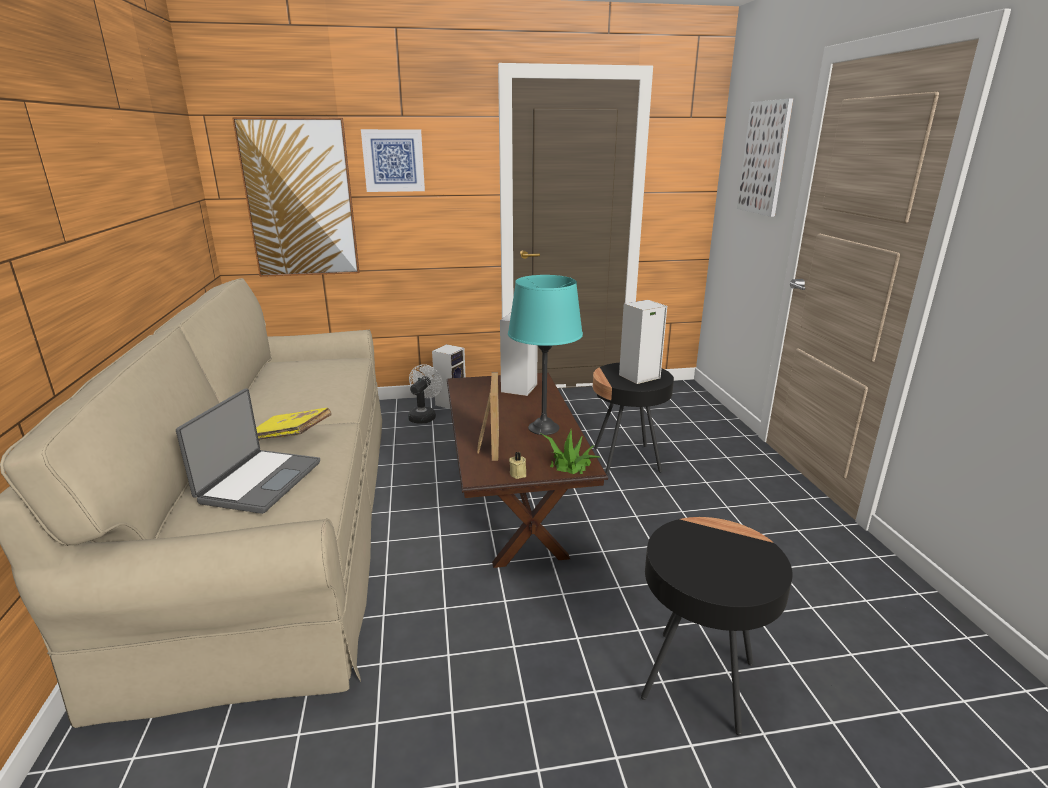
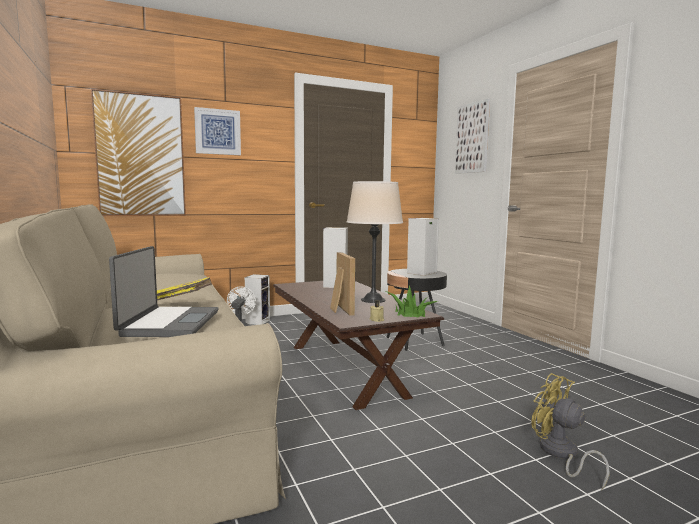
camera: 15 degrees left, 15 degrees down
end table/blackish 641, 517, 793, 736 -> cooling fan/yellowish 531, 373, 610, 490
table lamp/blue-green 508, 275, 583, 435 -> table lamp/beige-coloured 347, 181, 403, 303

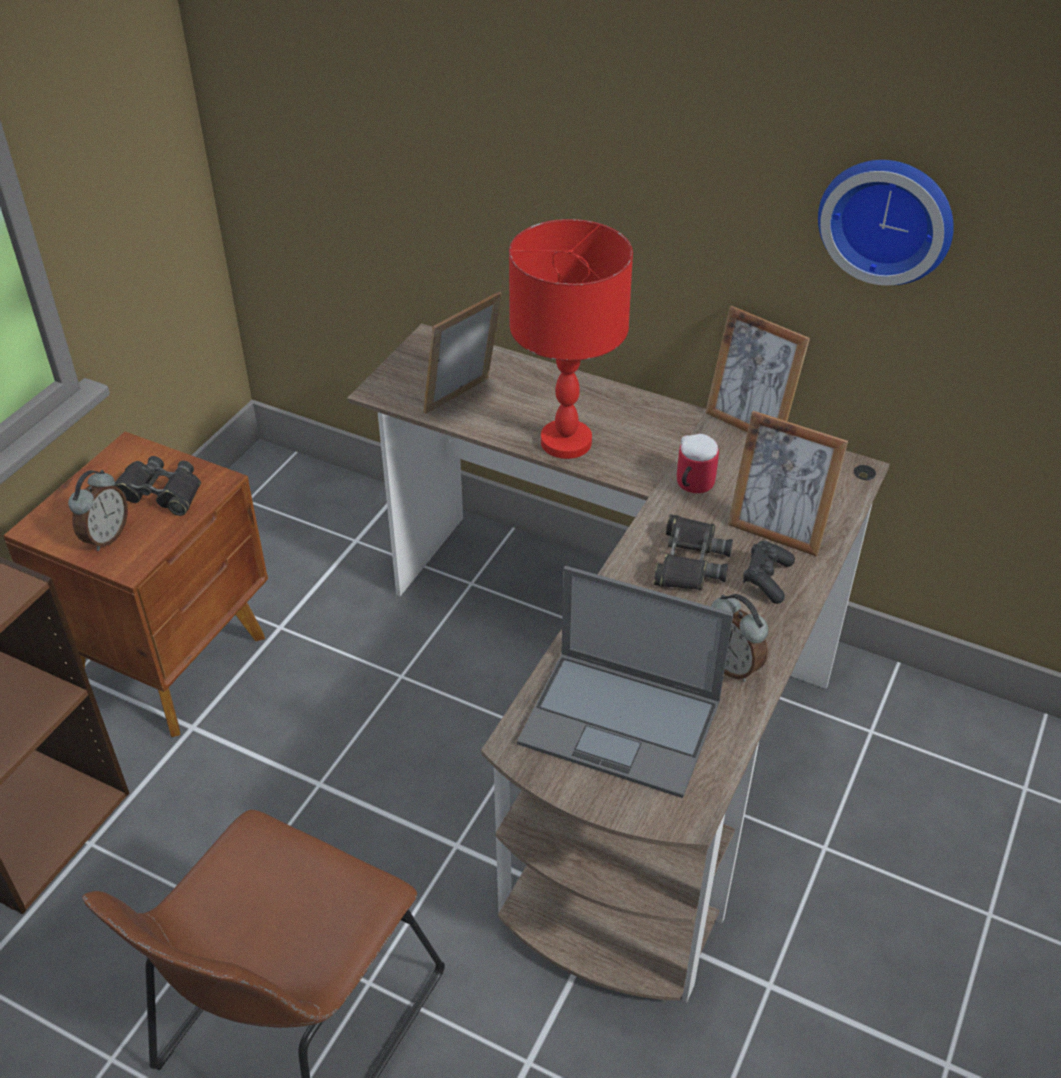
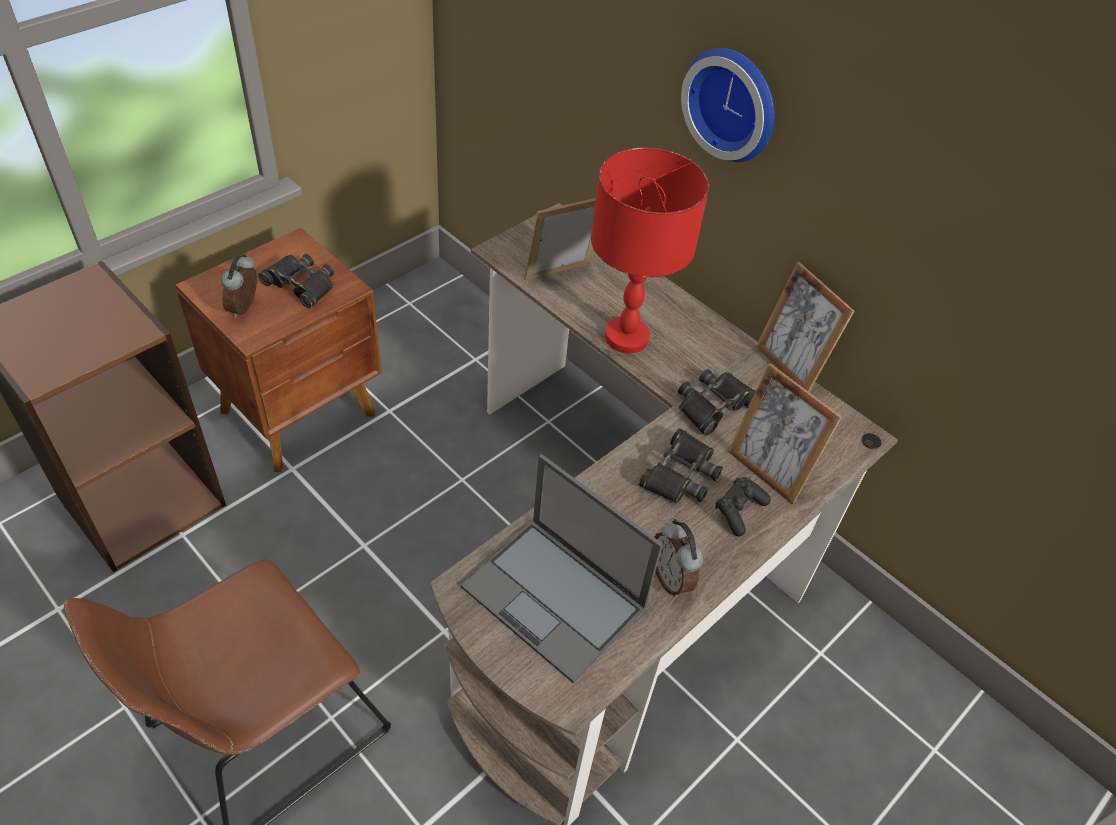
camera: 15 degrees right, 5 degrees up
wall clock 818, 160, 954, 285 -> wall clock 681, 48, 775, 162, move
mug 677, 434, 719, 493 -> field glasses/blackish 678, 369, 756, 436
alarm clock 68, 470, 128, 551 -> alarm clock 221, 254, 257, 318, 150 degrees clockwise

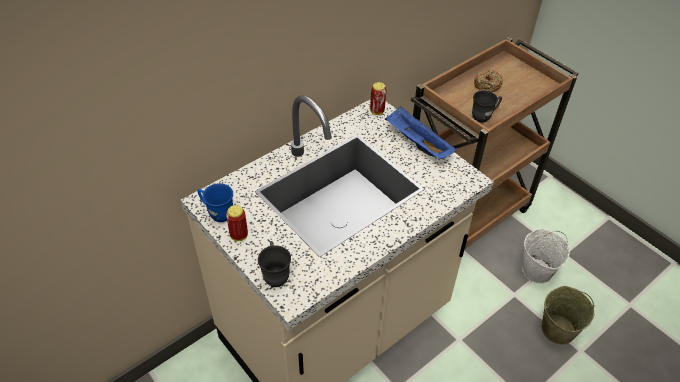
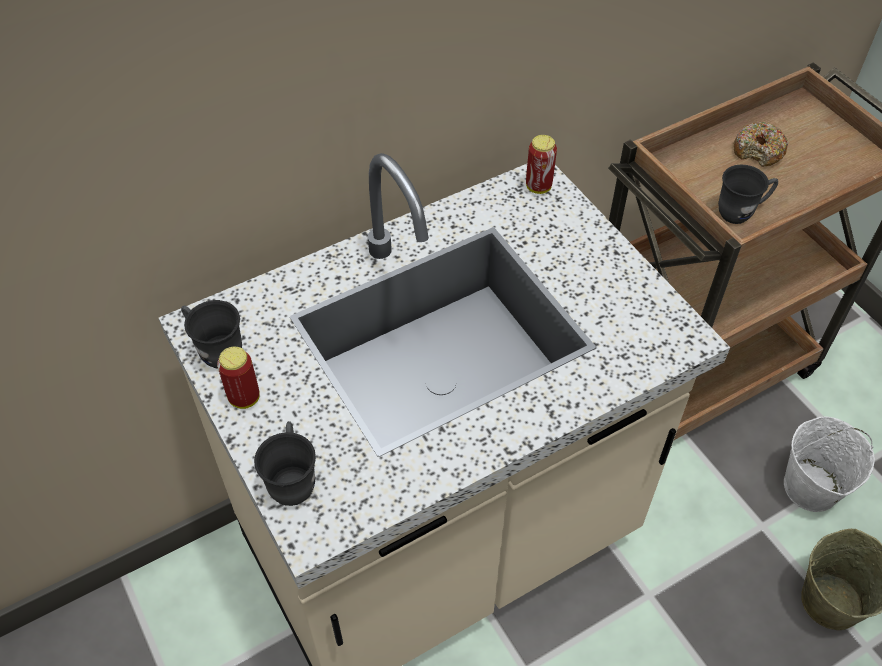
camera: 10 degrees right, 5 degrees up
tray/bluish 385, 106, 457, 159 -> none
mug/bluish 197, 183, 233, 222 -> mug/grey 181, 300, 242, 369

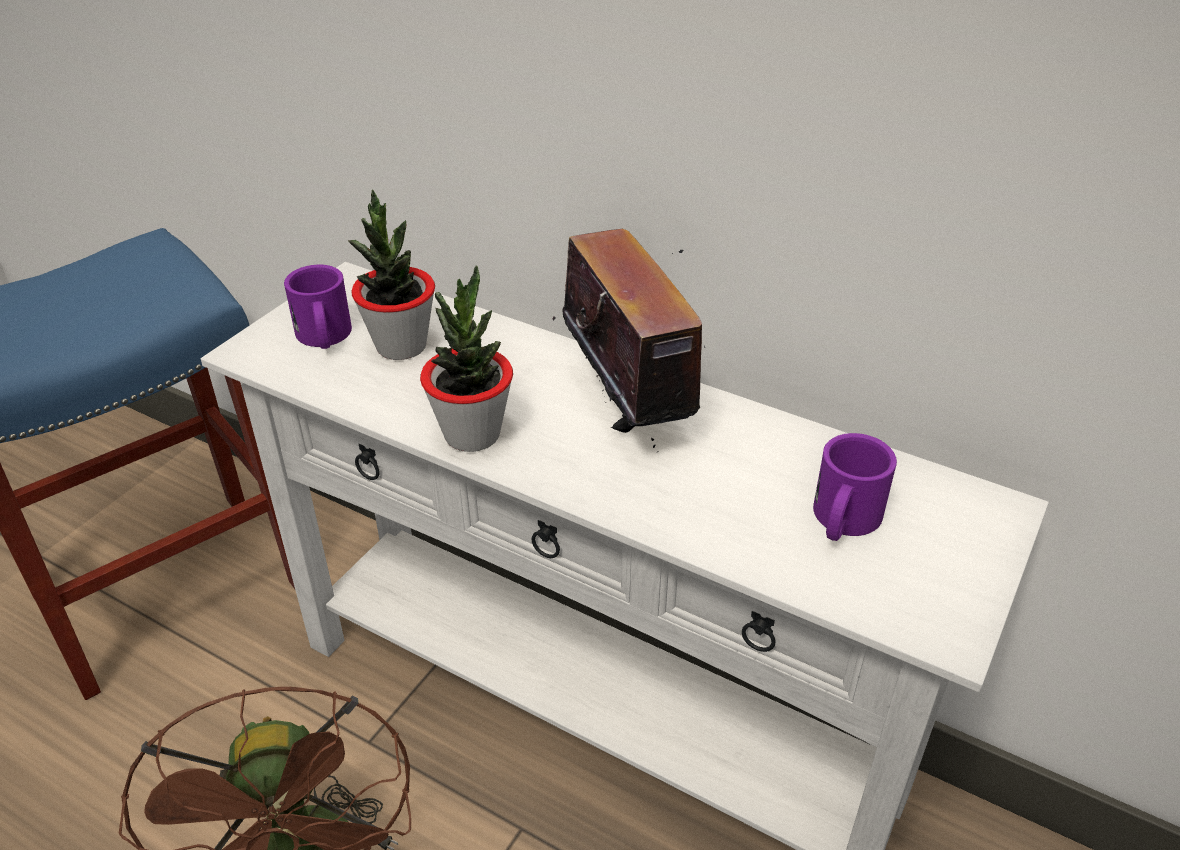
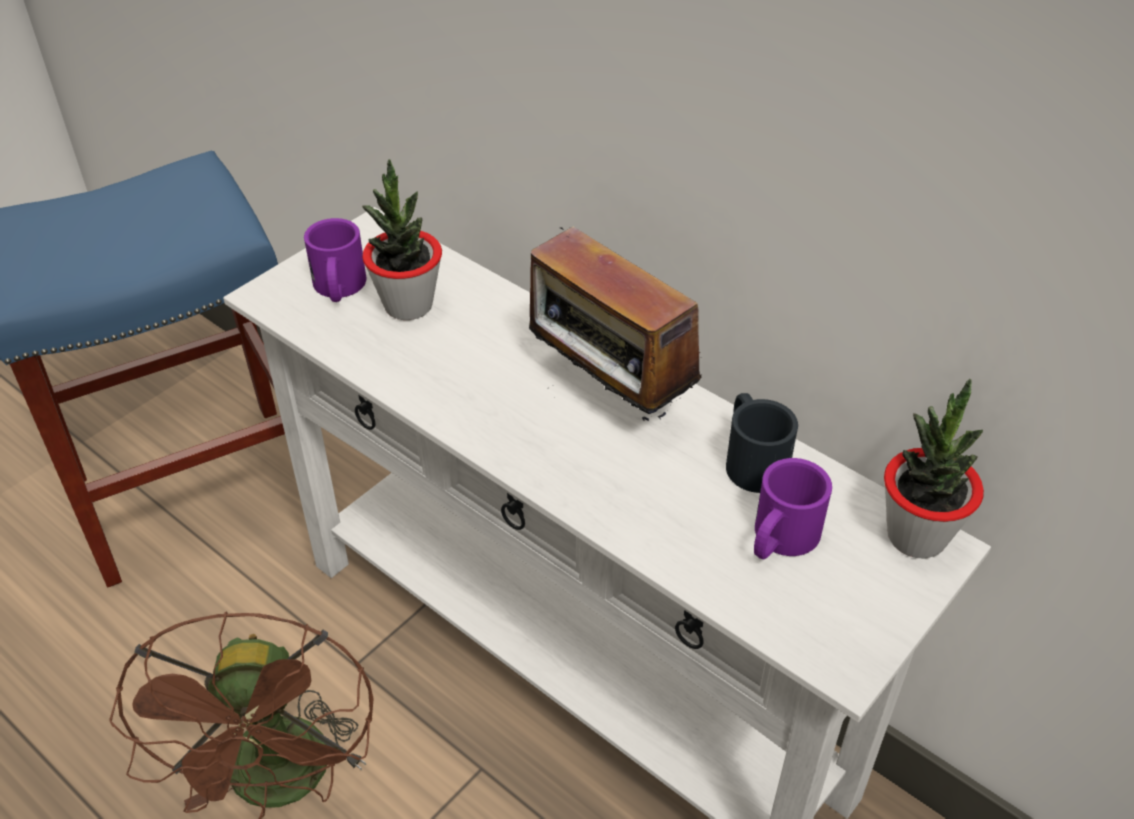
camera: 10 degrees right, 5 degrees up
none -> mug/blackish 726, 393, 798, 493
plant in a pot 420, 265, 513, 452 -> plant in a pot 884, 379, 984, 559, move
radio set 552, 229, 705, 453 -> radio set 529, 227, 702, 425, 150 degrees clockwise

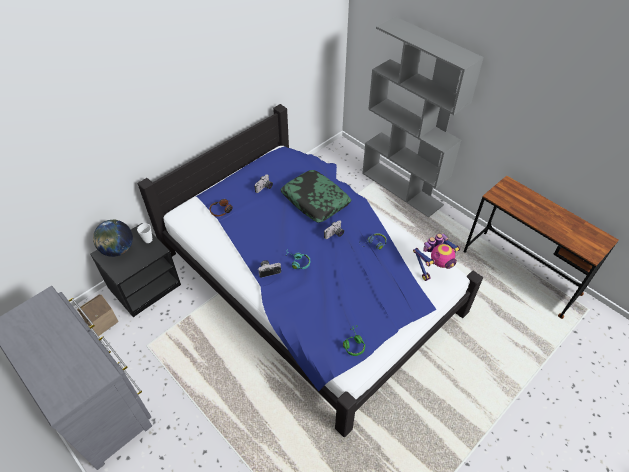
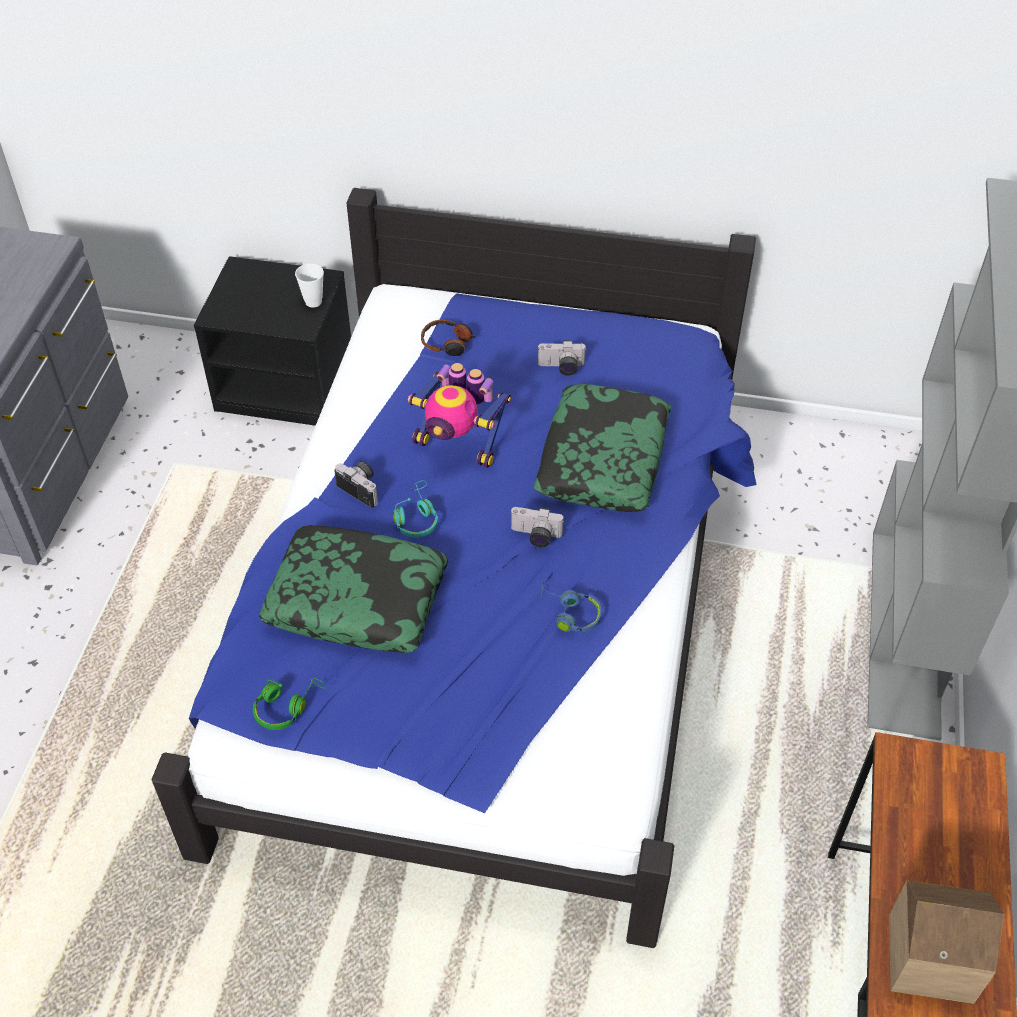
camera: 55 degrees right, 0 degrees up
globe 93, 220, 133, 257 -> none
none -> throw pillow 259, 525, 448, 653
miniature house 77, 295, 119, 336 -> miniature house 889, 880, 1004, 1004, move
robot figure 413, 234, 460, 281 -> robot figure 408, 363, 511, 468, move

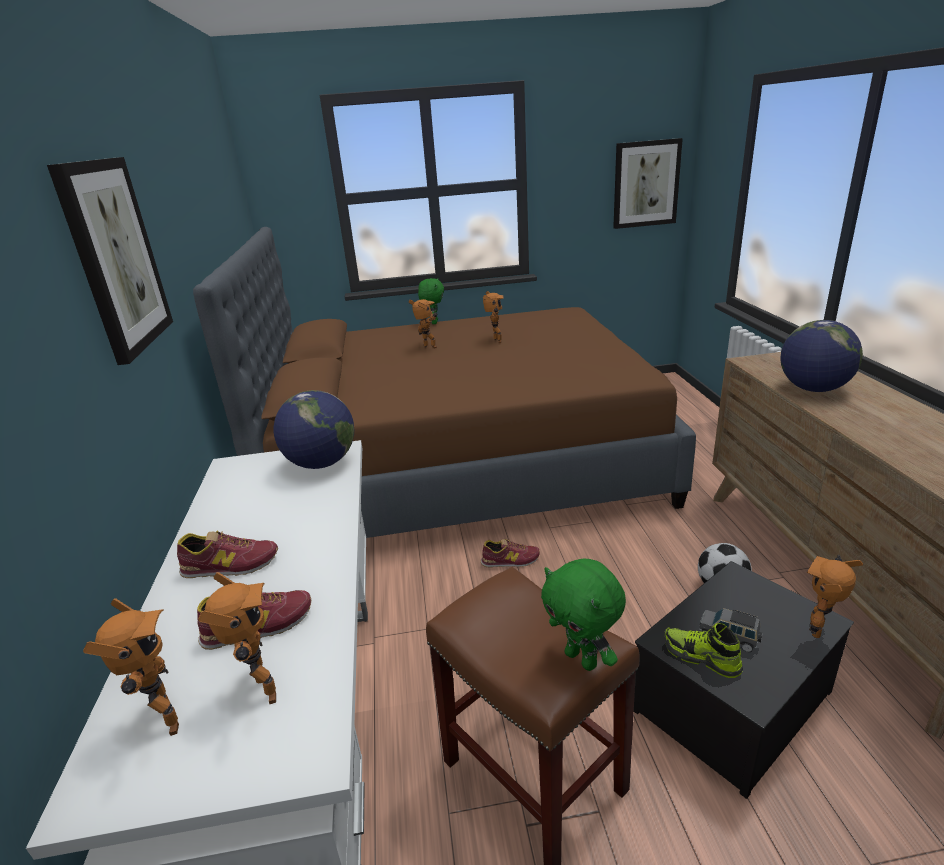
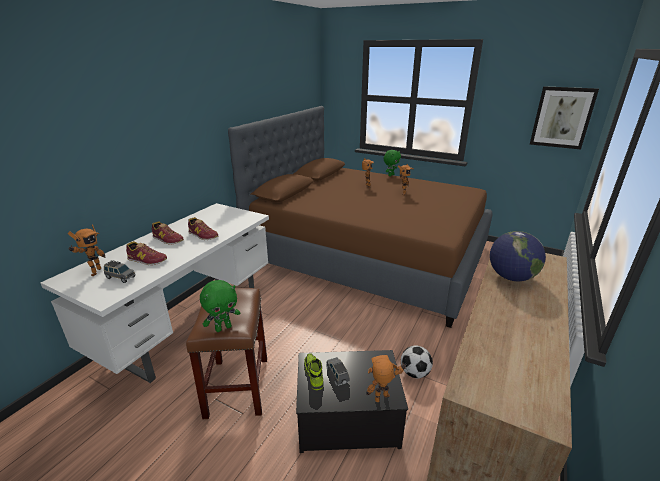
camera: 35 degrees right, 0 degrees up
picture 47, 157, 173, 365 -> none
globe 274, 390, 354, 469 -> none
item of footwear 480, 539, 540, 567 -> item of footwear 188, 217, 218, 240, move
robot figure 198, 572, 276, 704 -> model car/grey 104, 260, 135, 283
cuddly toy/green 541, 558, 626, 671 -> cuddly toy/green 200, 280, 240, 332, 120 degrees counterclockwise

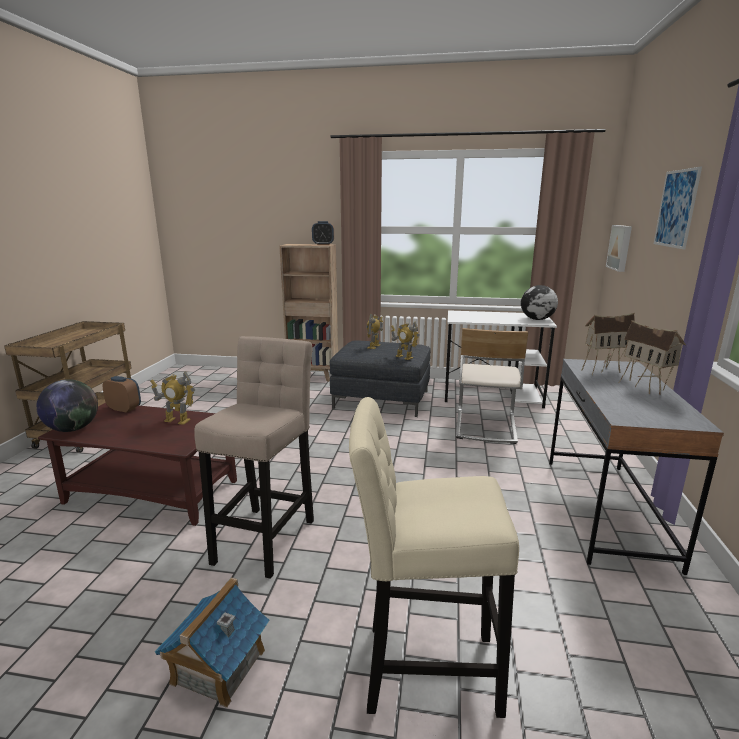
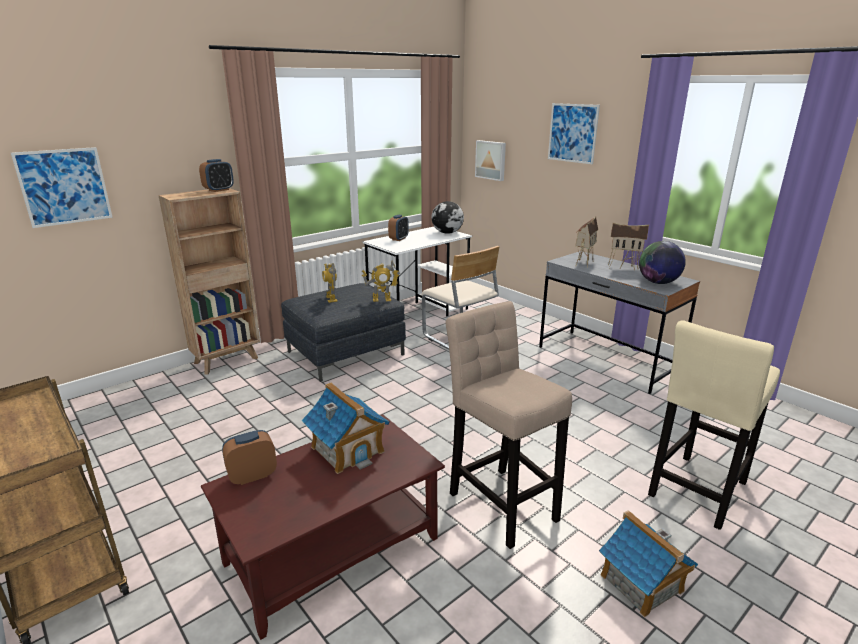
camera: 50 degrees left, 5 degrees up
none -> picture 11, 147, 113, 228
none -> alarm clock 388, 215, 409, 241
globe 36, 379, 98, 432 -> globe 639, 241, 686, 284, move
robot figure 150, 371, 196, 425 -> miniature house 301, 382, 389, 474

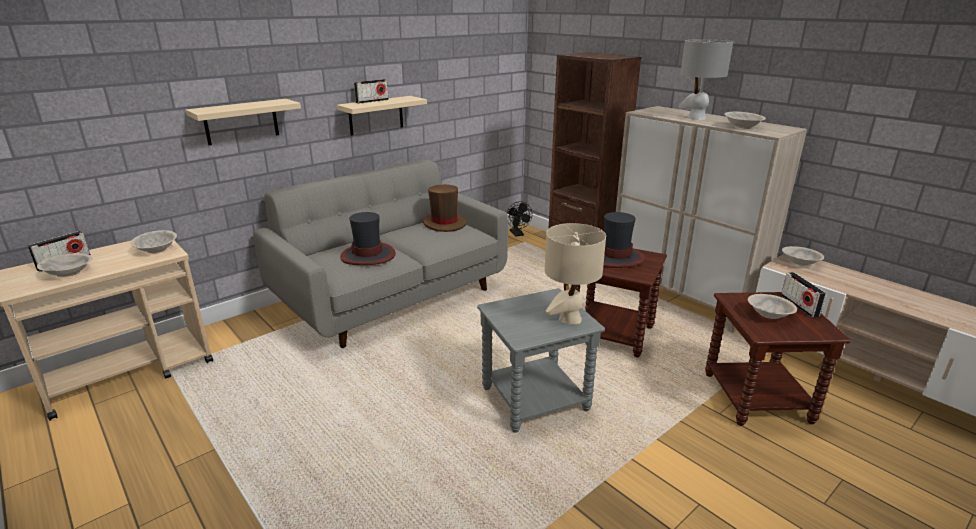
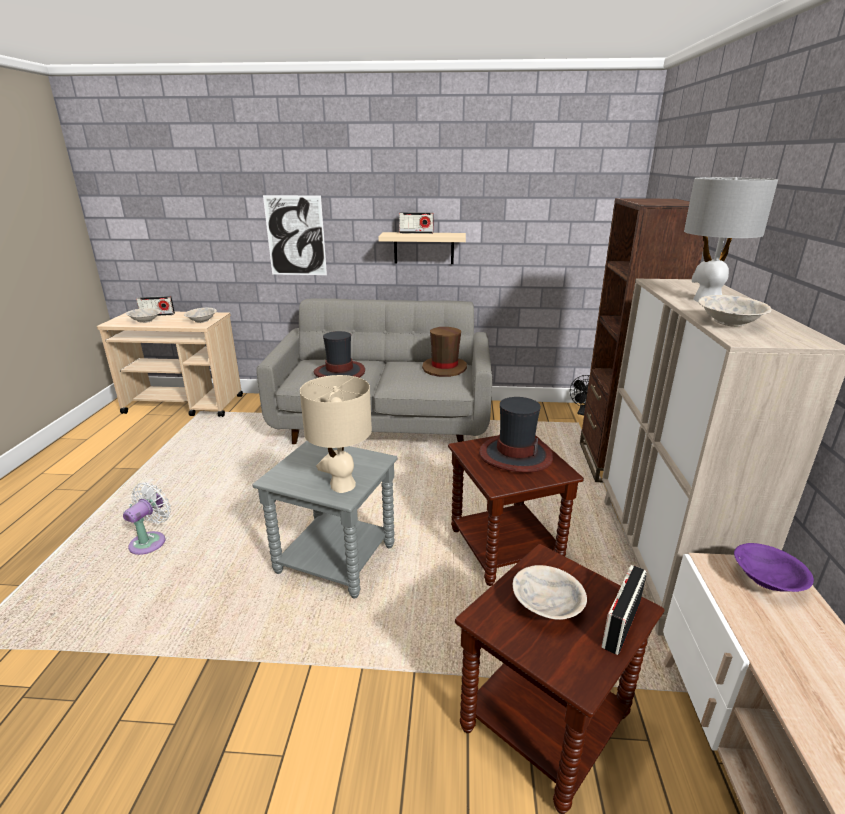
camera: 45 degrees right, 0 degrees up
none -> cooling fan/white 123, 482, 171, 555
bracket shelf/beige-coloured 186, 99, 301, 145 -> picture 263, 195, 327, 275
deep dish/beige-coloured 782, 246, 824, 266 -> deep dish/purple-coloured 734, 543, 814, 592

